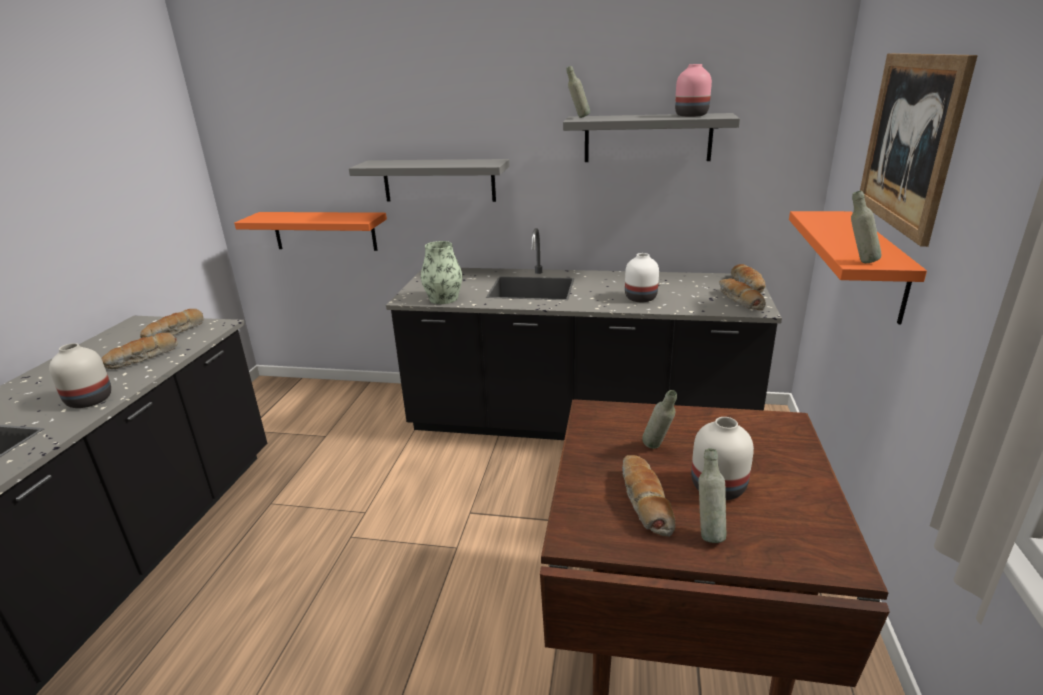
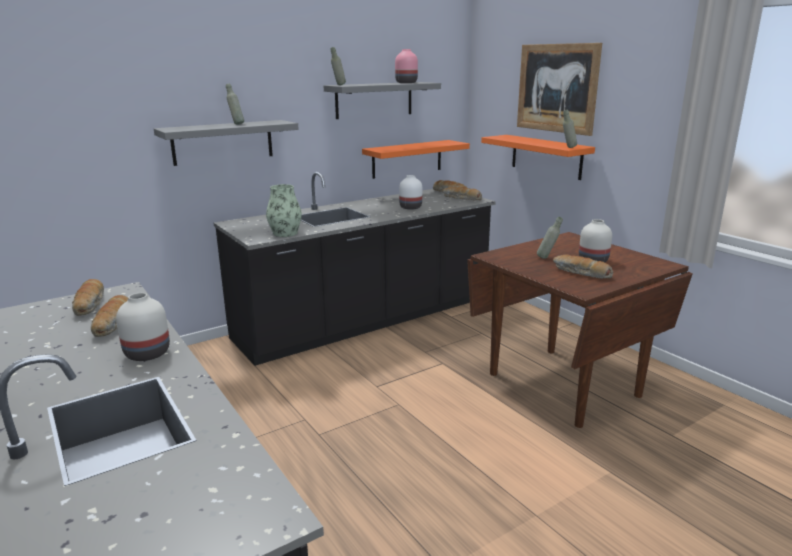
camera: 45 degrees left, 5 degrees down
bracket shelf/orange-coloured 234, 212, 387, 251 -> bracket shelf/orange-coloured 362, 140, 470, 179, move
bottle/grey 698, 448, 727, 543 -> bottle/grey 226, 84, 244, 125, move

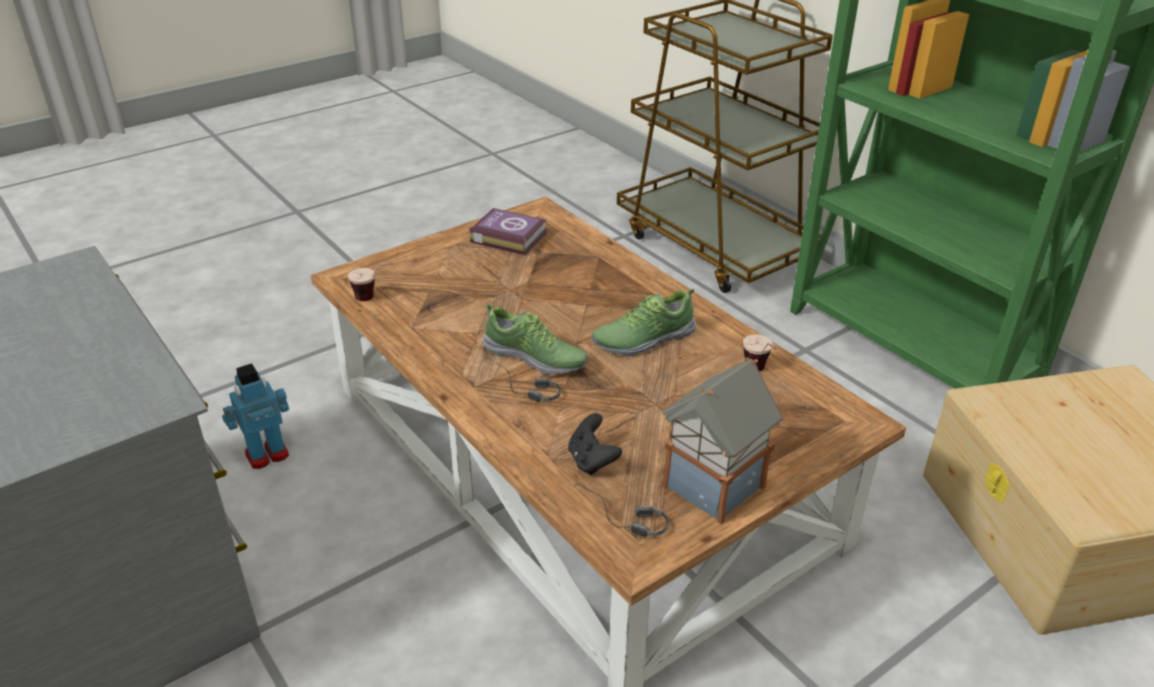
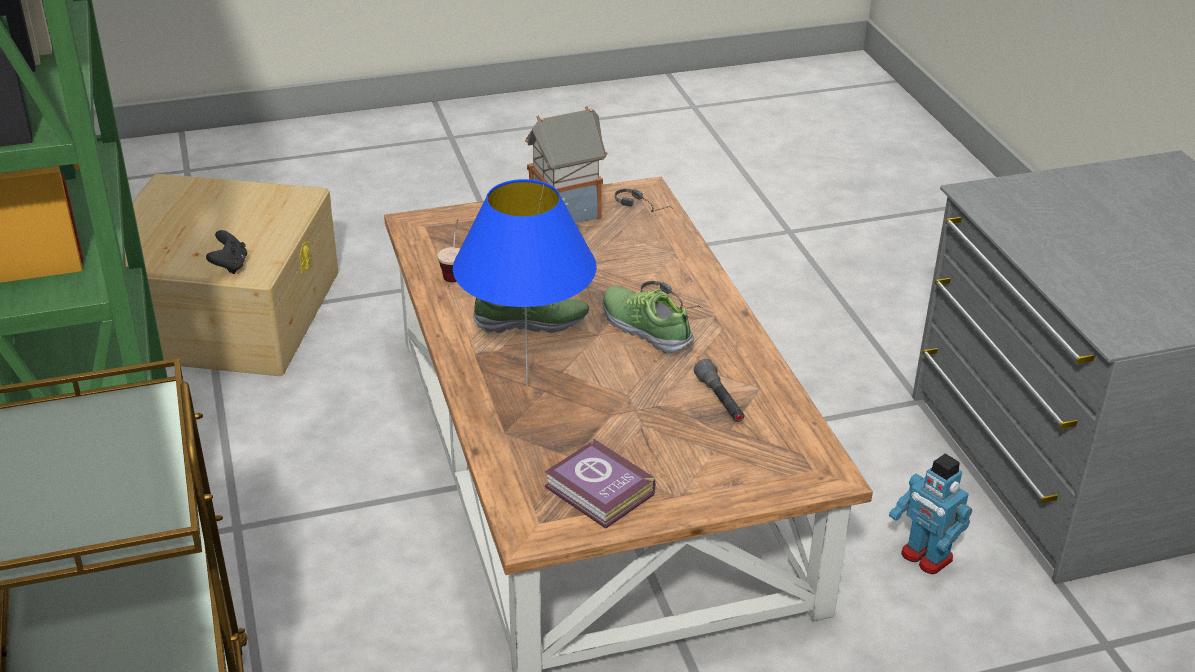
camera: 160 degrees left, 0 degrees up
small cup 348, 263, 393, 301 -> none
none -> table lamp/bluish 453, 179, 597, 386
none -> torch/grey 694, 359, 744, 422
joypad/blackish 568, 413, 622, 475 -> joypad/blackish 206, 230, 247, 274, move
robot figure 222, 363, 289, 469 -> robot figure 889, 454, 972, 574, 60 degrees clockwise

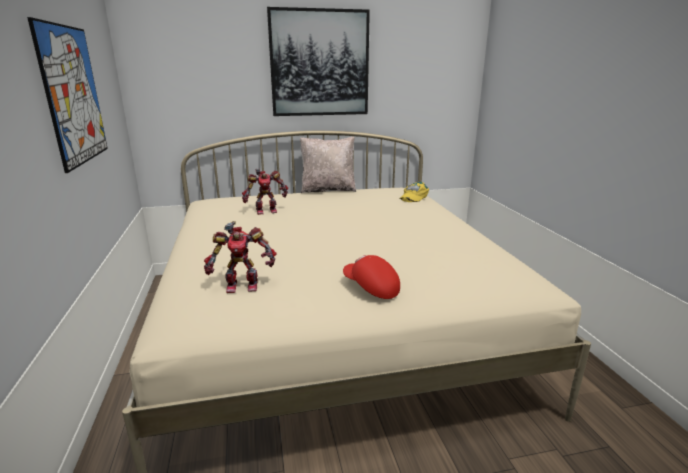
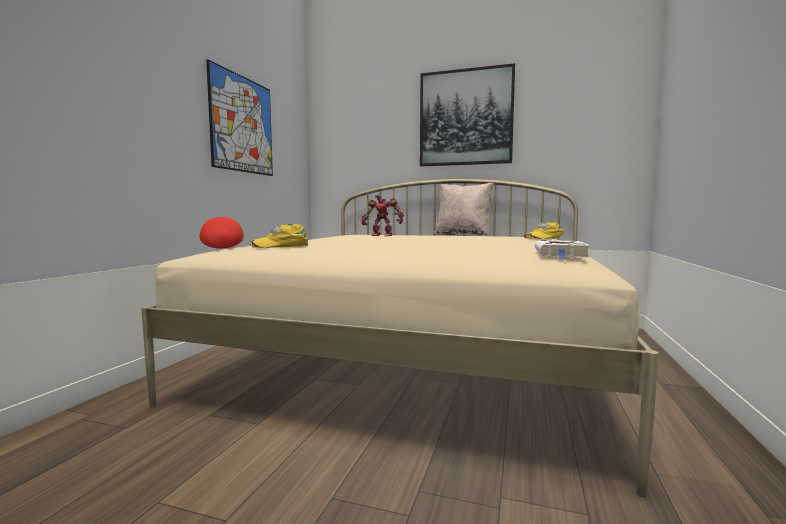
camera: 30 degrees right, 15 degrees down
none -> bound book/white 535, 240, 591, 259
baseball cap/reddish 343, 255, 400, 299 -> baseball cap/reddish 199, 217, 244, 248, move
robot figure 204, 221, 277, 293 -> baseball cap/yellowish 251, 224, 309, 248

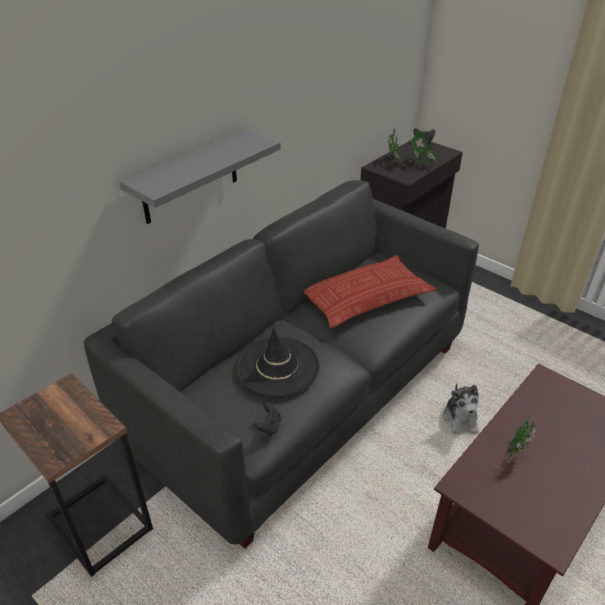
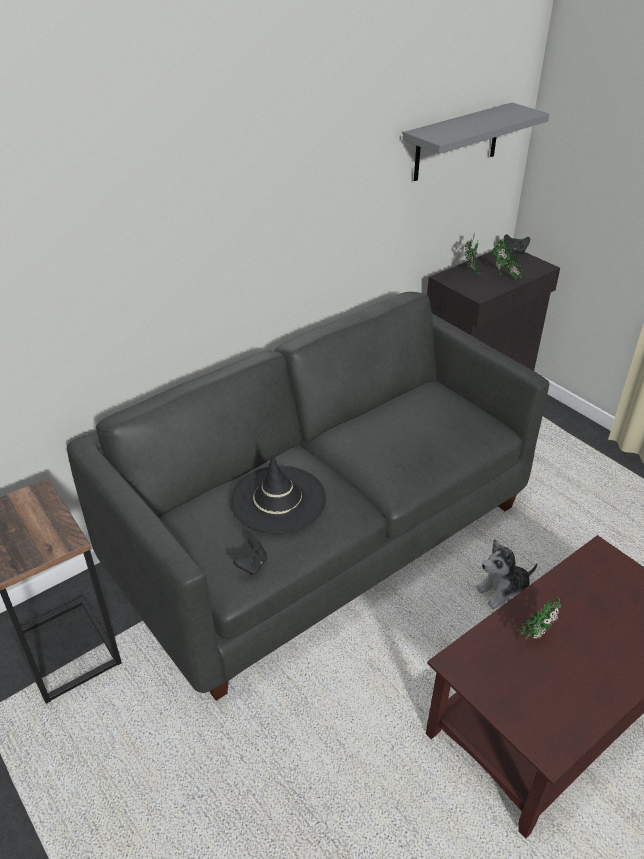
camera: 10 degrees right, 0 degrees up
throw pillow 304, 255, 436, 328 -> none
bracket shelf/grey 120, 129, 281, 224 -> bracket shelf/grey 403, 102, 549, 181, move
cuddly toy 443, 383, 479, 435 -> cuddly toy 476, 539, 538, 609, 60 degrees clockwise

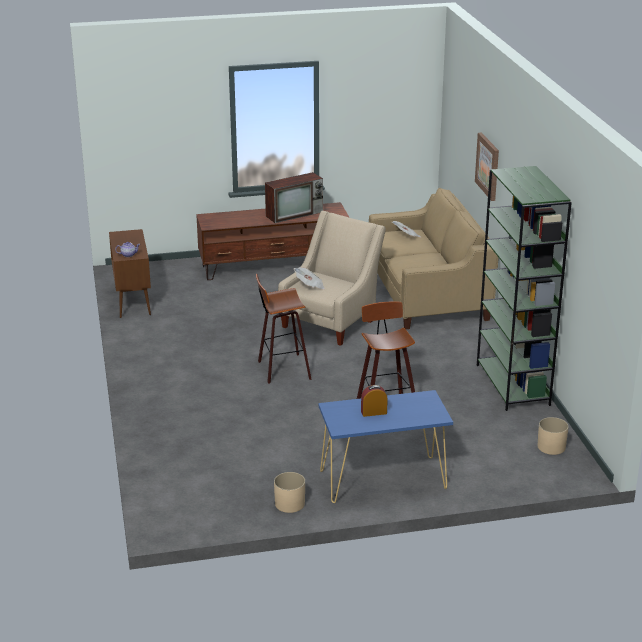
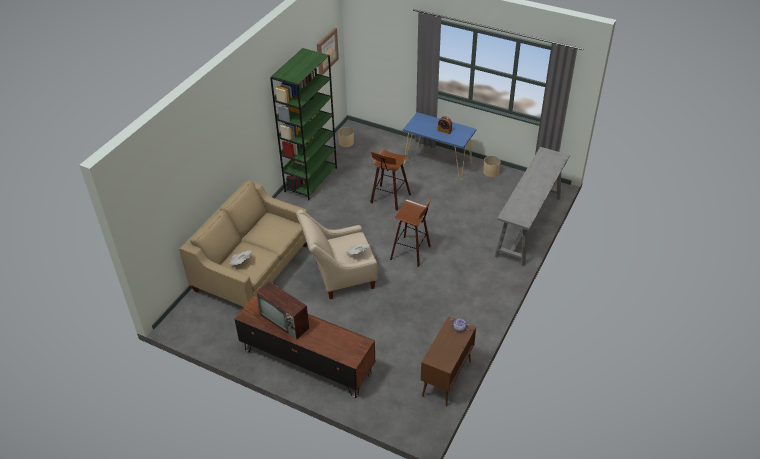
camera: 140 degrees left, 15 degrees up
none -> hall table/grey 495, 147, 570, 266
picture 475, 133, 499, 201 -> picture 317, 28, 339, 75, move
TV 265, 172, 323, 223 -> TV 256, 282, 309, 340, 150 degrees counterclockwise

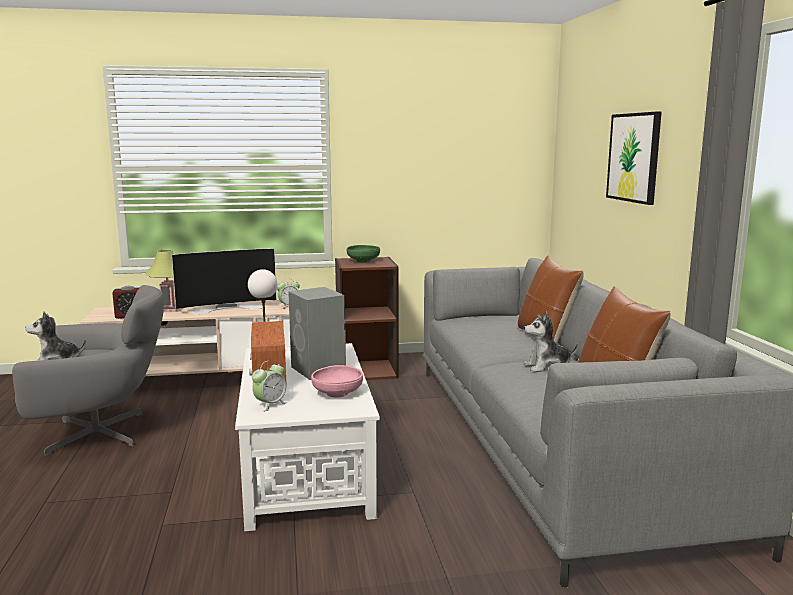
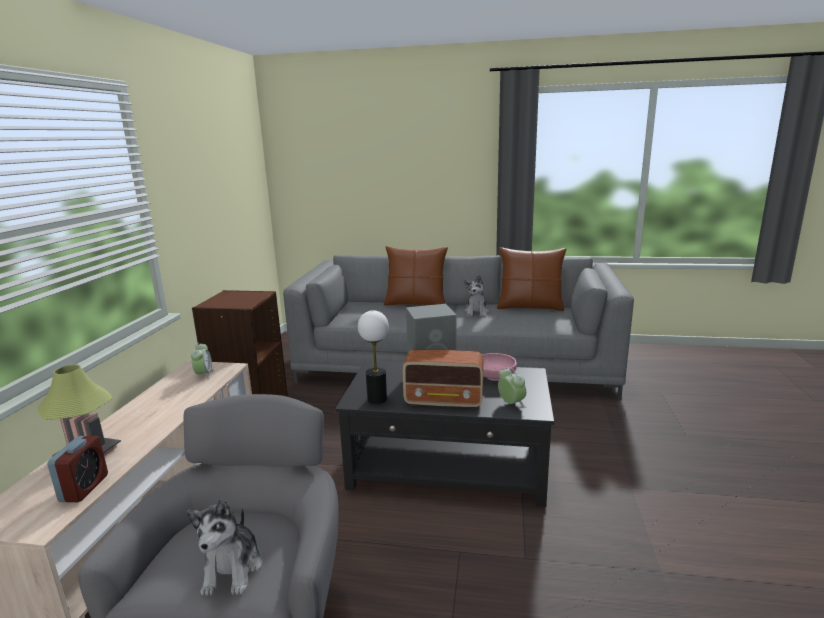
camera: 70 degrees left, 5 degrees up
TV 172, 248, 277, 315 -> none
deep dish/green 347, 245, 380, 263 -> none
picture 606, 112, 662, 205 -> none
low table/white 235, 343, 380, 531 -> low table/blackish 335, 361, 554, 507

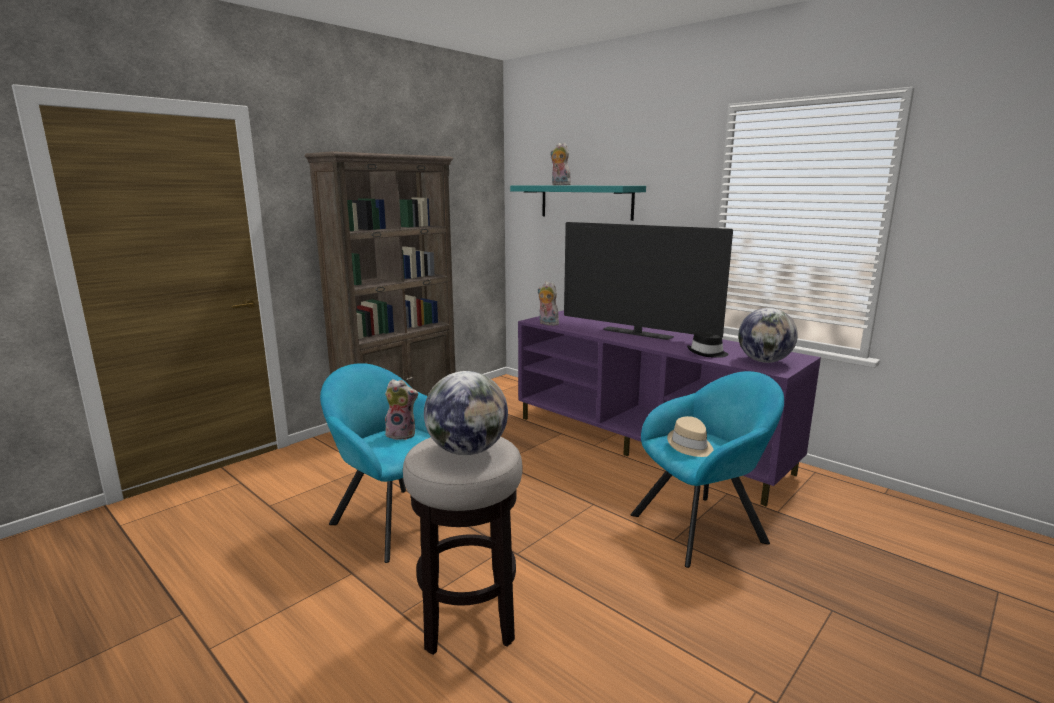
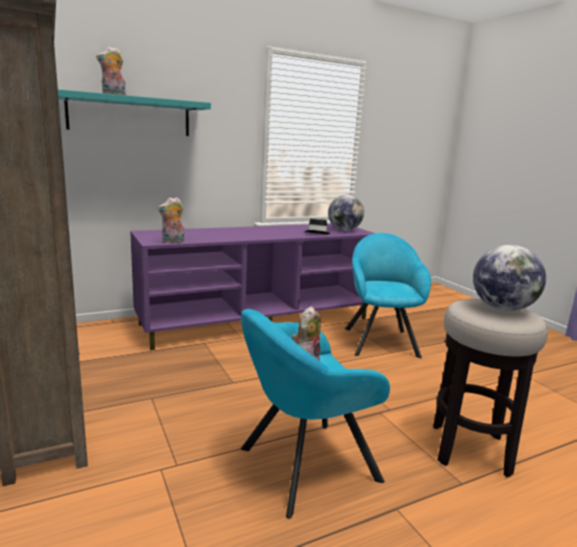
camera: 70 degrees left, 0 degrees up
TV 564, 222, 733, 340 -> none
clothing hat/beige-coloured 667, 416, 714, 457 -> none

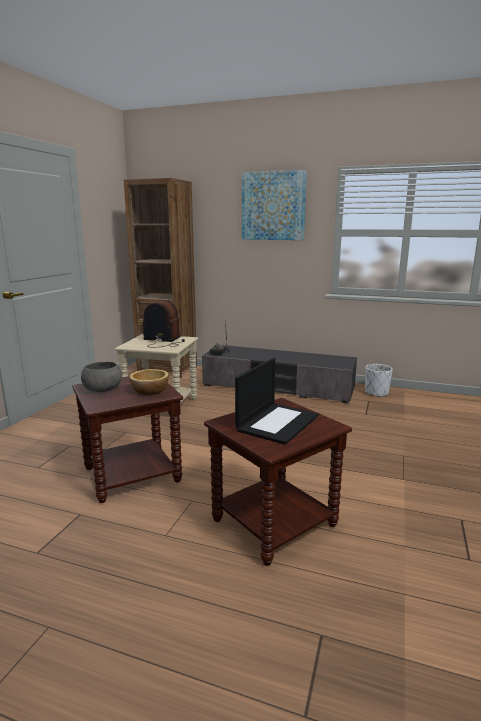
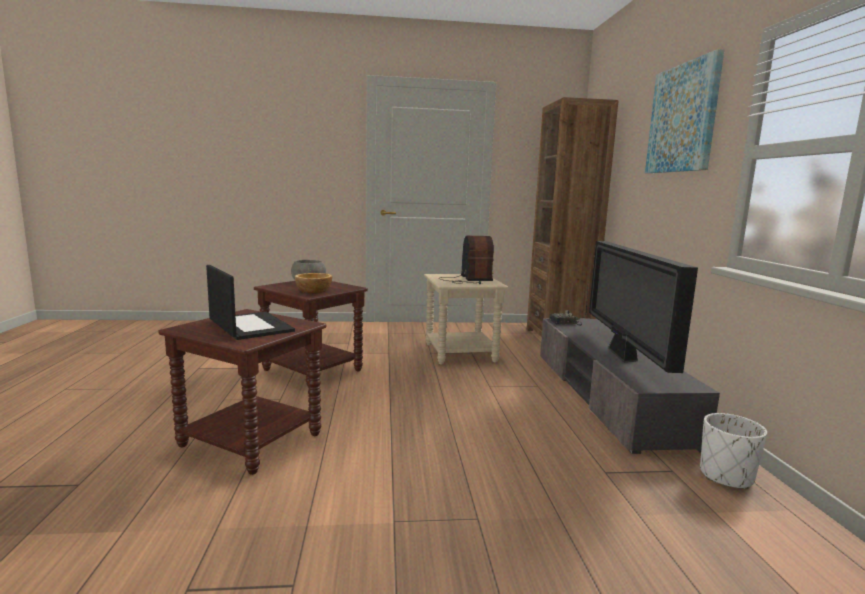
camera: 65 degrees right, 5 degrees down
none -> TV 589, 241, 698, 373
notebook computer 235, 358, 319, 445 -> notebook computer 206, 265, 295, 340, 135 degrees counterclockwise

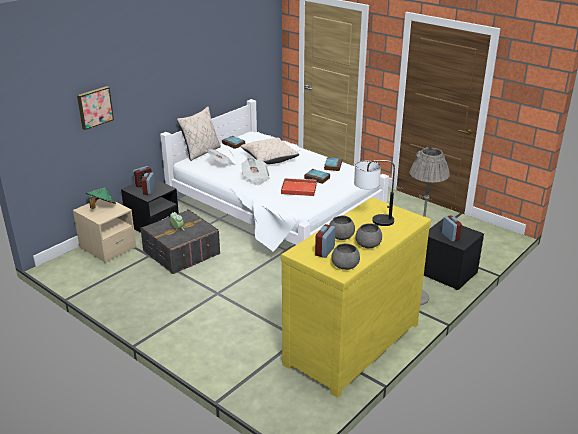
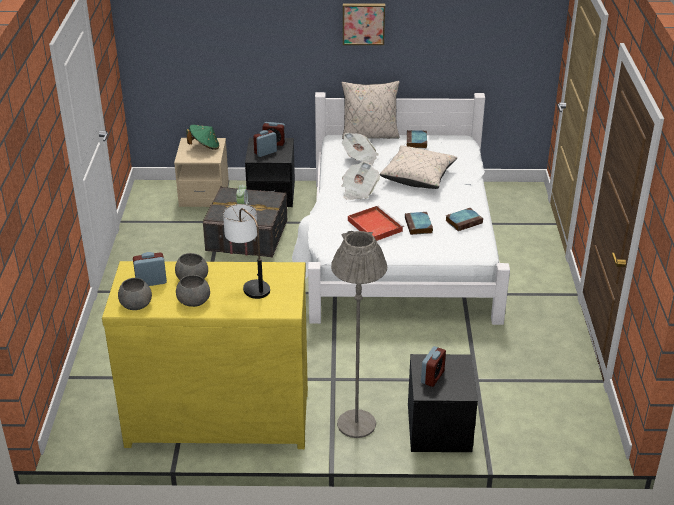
camera: 50 degrees right, 5 degrees up
picture 77, 86, 114, 130 -> picture 343, 3, 385, 45, move

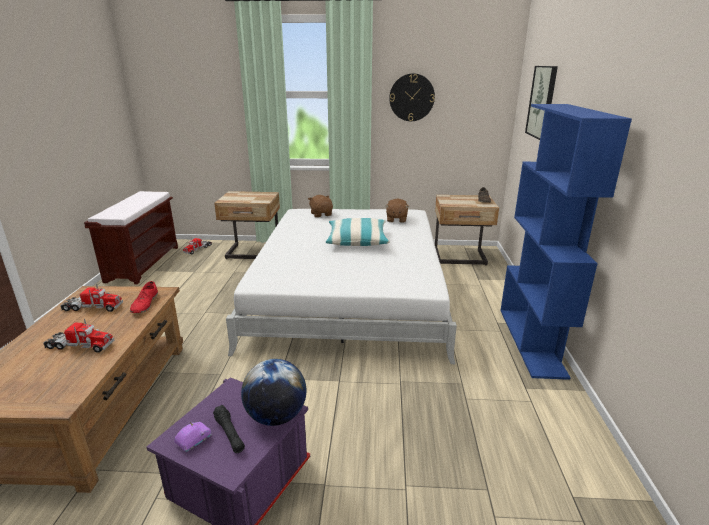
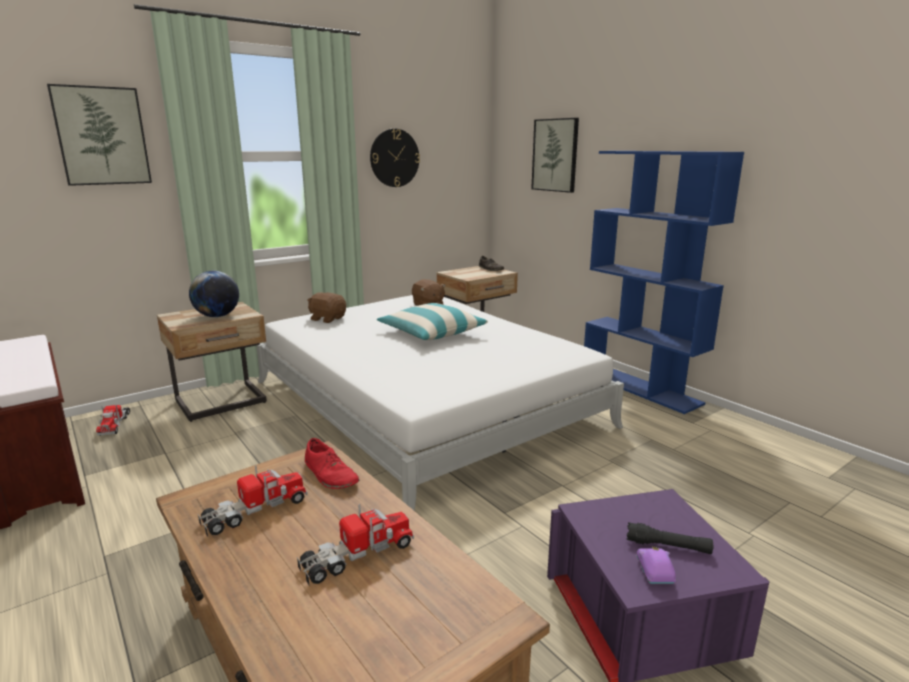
camera: 40 degrees left, 5 degrees down
none -> picture 47, 84, 152, 186
globe 241, 359, 307, 426 -> globe 189, 271, 239, 317, move

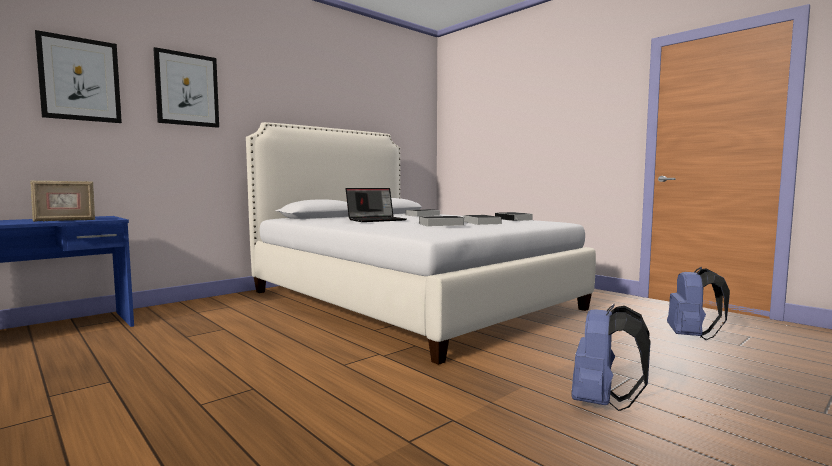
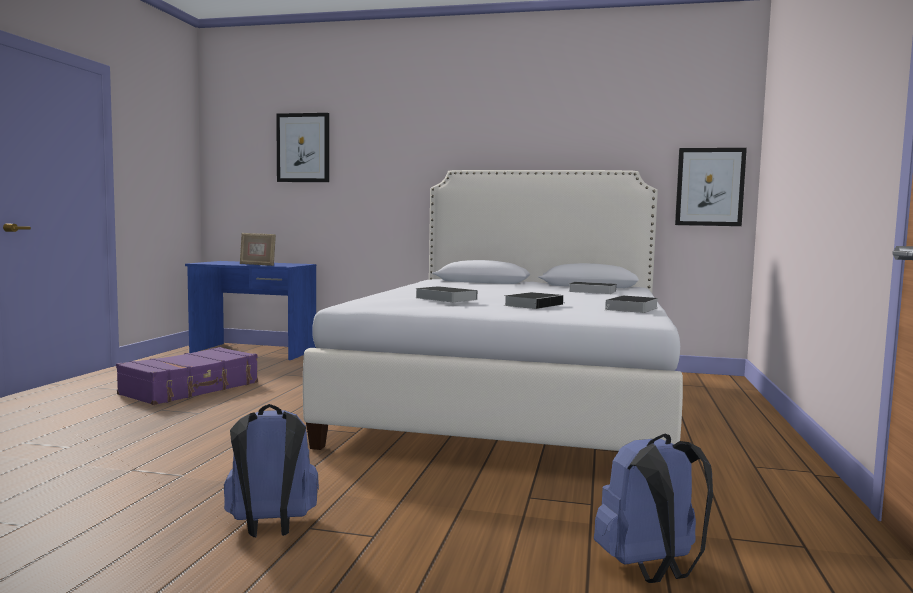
camera: 55 degrees right, 0 degrees up
notebook computer 346, 188, 407, 222 -> none
none -> travel case/purple-coloured 116, 347, 258, 405
picture 153, 47, 219, 128 -> picture 675, 148, 747, 226, move

